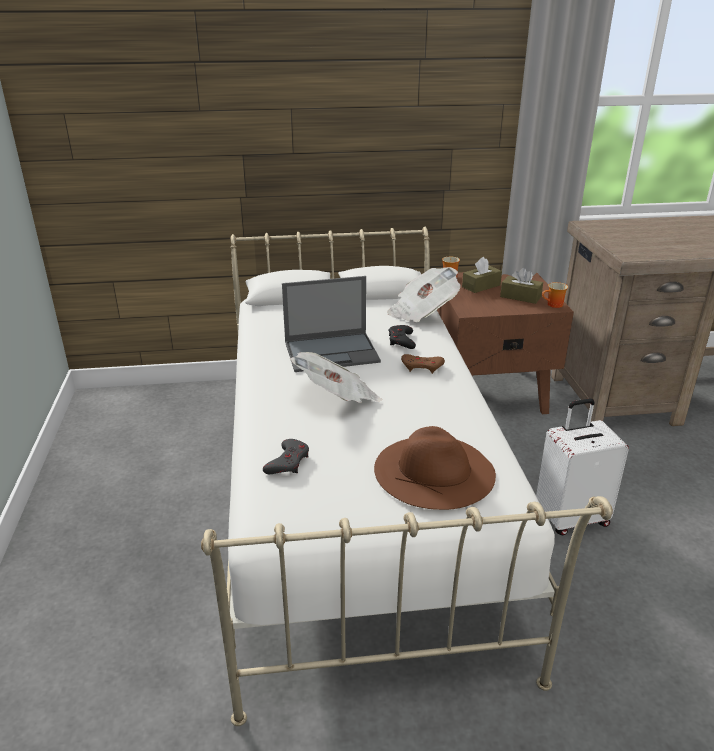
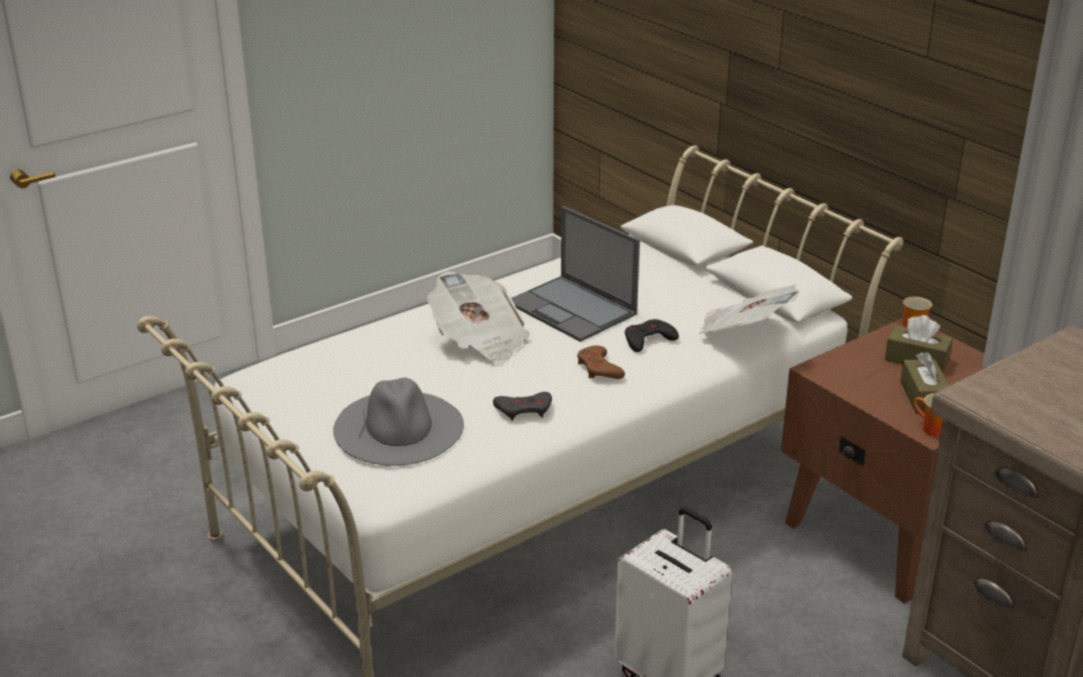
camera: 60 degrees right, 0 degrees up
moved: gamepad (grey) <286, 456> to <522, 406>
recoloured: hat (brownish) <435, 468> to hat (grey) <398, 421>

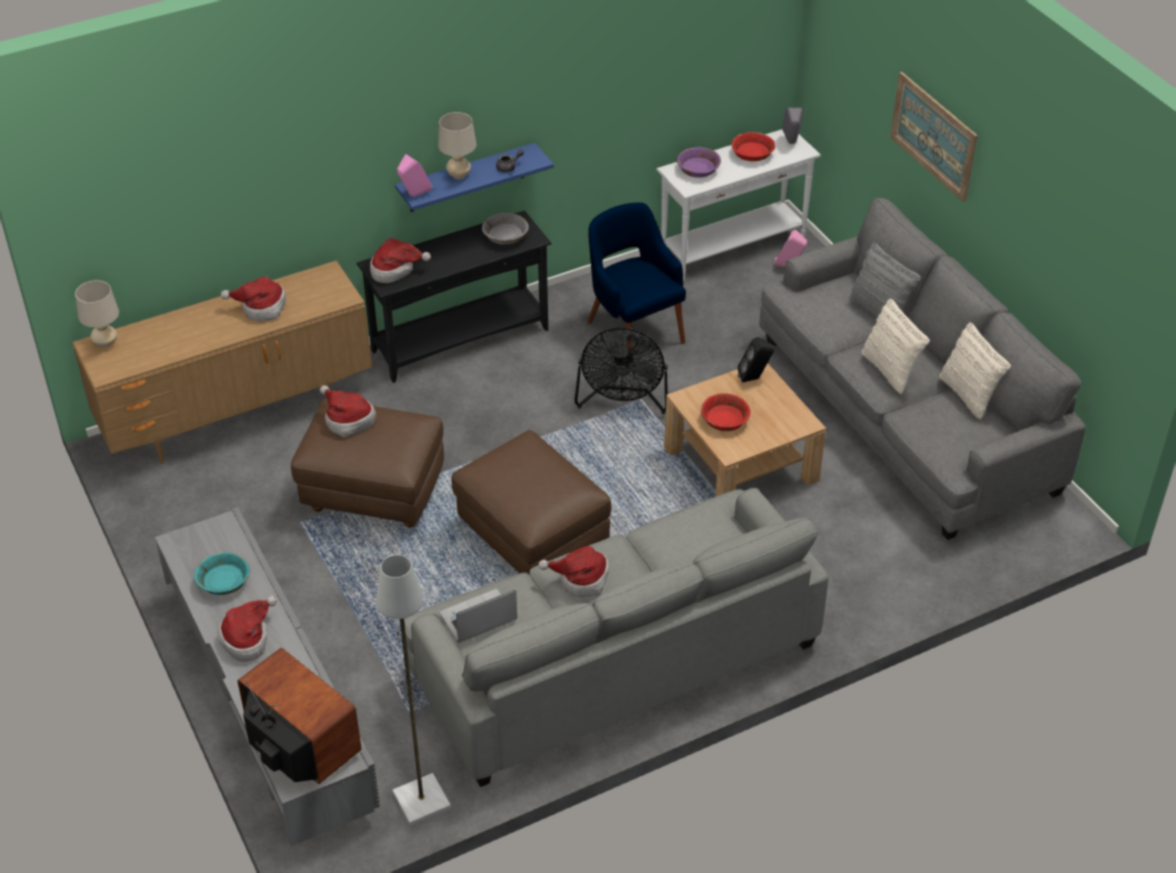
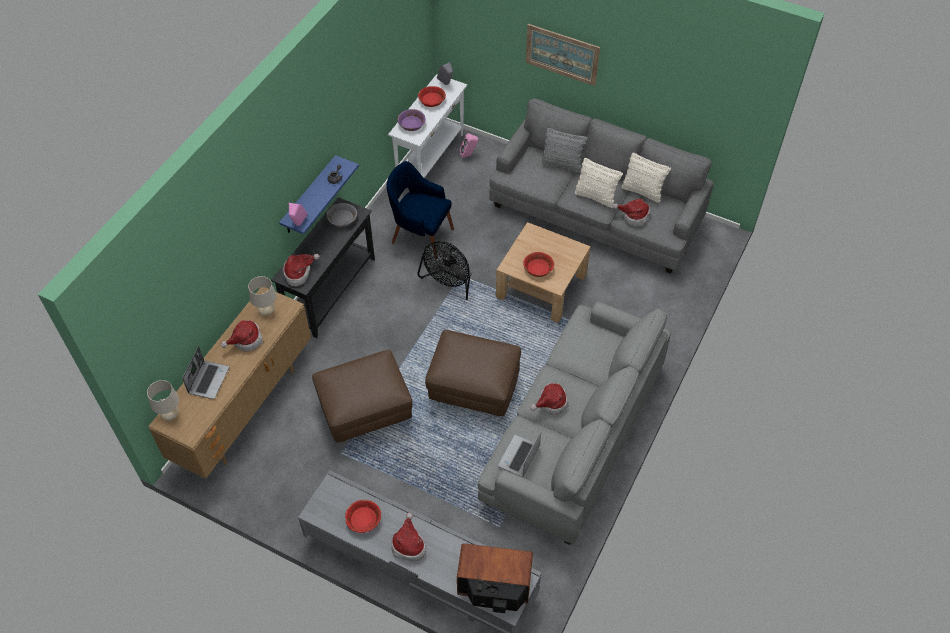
camera: 35 degrees left, 10 degrees up
removed: audio speaker (blackish) <756, 360>; standing lamp (grey) <413, 690>
added: laptop <205, 372>
moved: table lamp (beige-coloured) <457, 145> to <262, 296>; hat <348, 411> to <631, 212>
recoloured: serving bowl (blue-green) <222, 573> to serving bowl (red-coloured) <363, 516>
turned: cooling fan (blackish) <621, 370> = <444, 270> 60 degrees clockwise

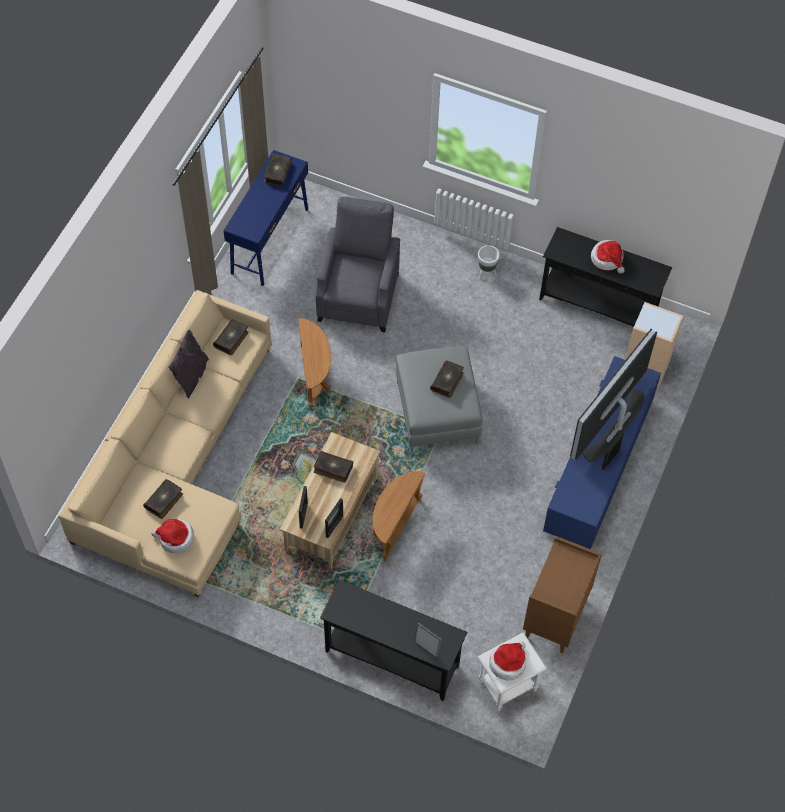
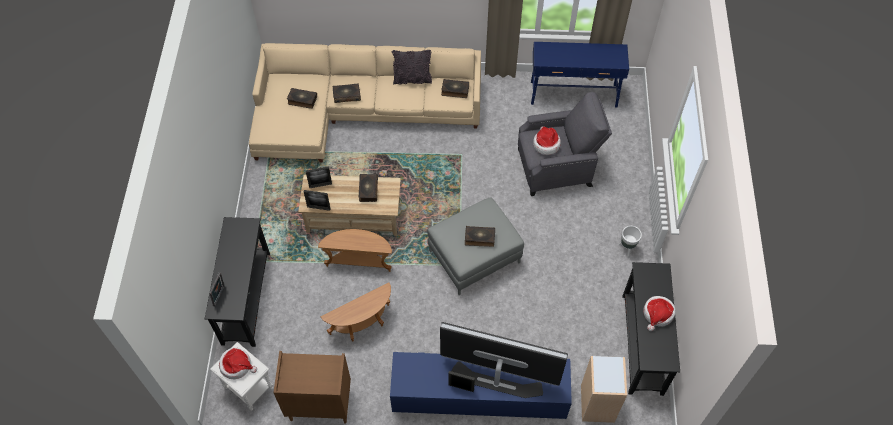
camera: 70 degrees right, 0 degrees up
moved: volume <278, 170> to <347, 93>; accent table (brownish) <314, 364> to <356, 312>; hat <172, 536> to <547, 140>

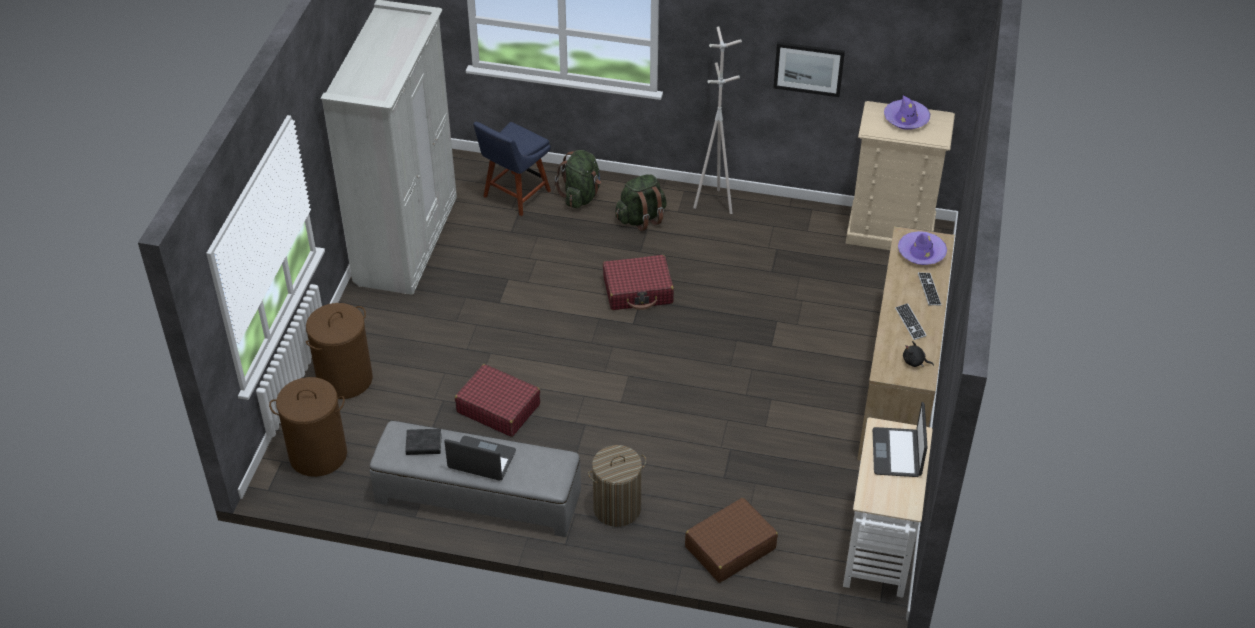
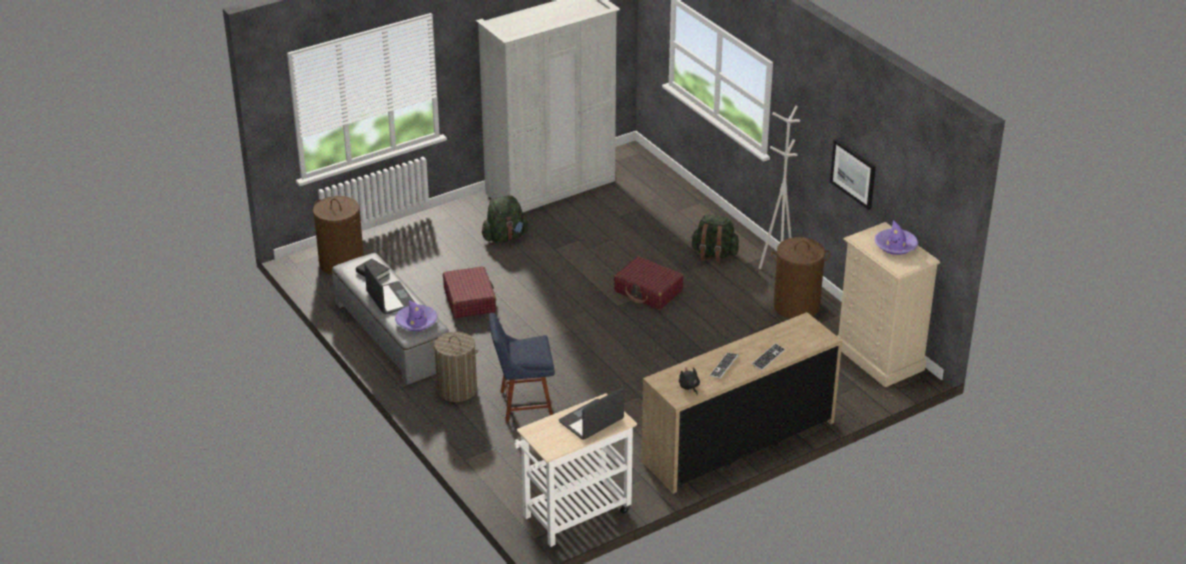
camera: 45 degrees right, 10 degrees down
removed: travel case (brownish) <731, 540>
moved: upright chair (blue-coloured) <512, 169> to <522, 368>; backpack (green-coloured) <577, 179> to <505, 219>; hat (purple-coloured) <922, 248> to <416, 316>; hamper (brownish) <339, 351> to <801, 278>

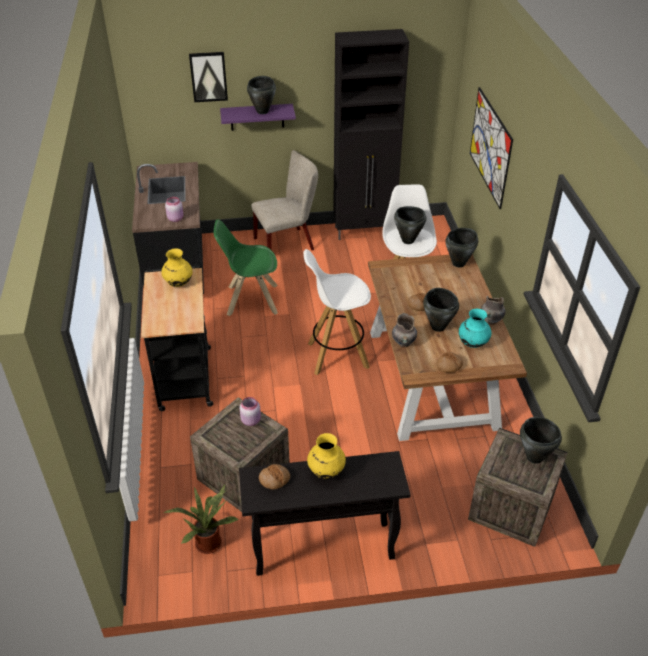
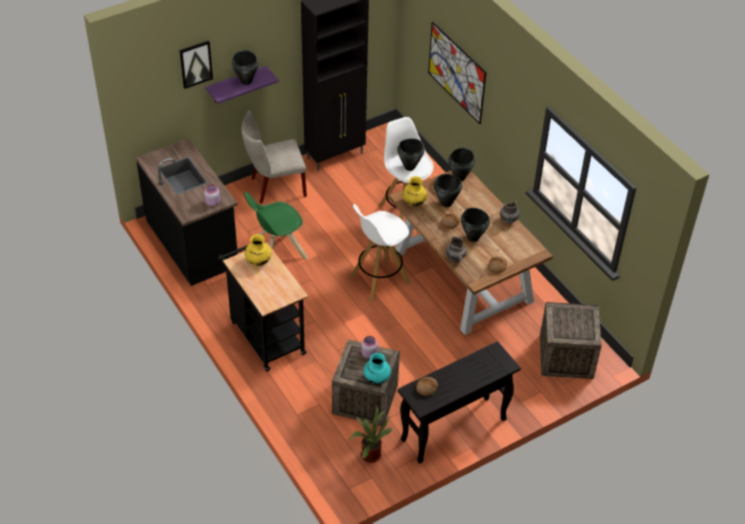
camera: 25 degrees left, 5 degrees up
moved: decorative vase (blue-green) <475, 328> to <377, 369>; saucepot (blackish) <541, 440> to <448, 190>; decorative vase (yellow-coloured) <326, 456> to <414, 191>
turned: upright chair (beige-coloured) <284, 200> = <274, 156> 150 degrees counterclockwise

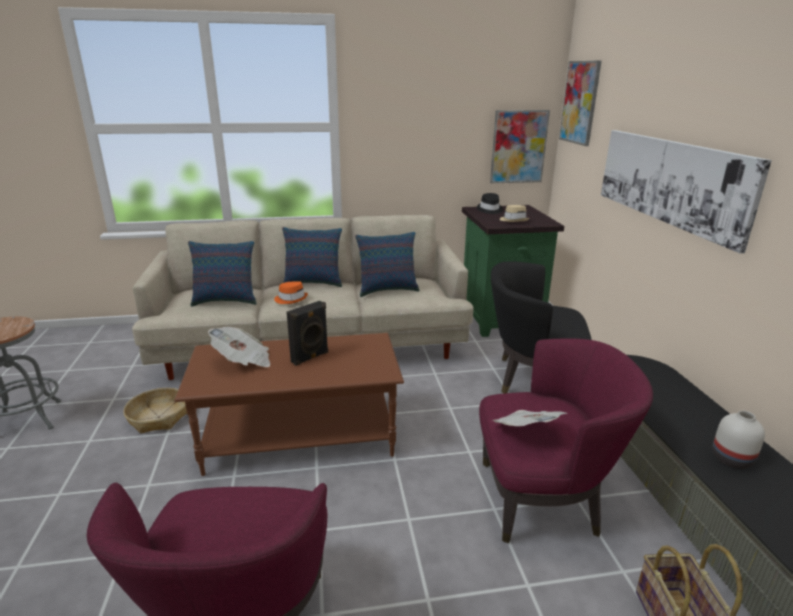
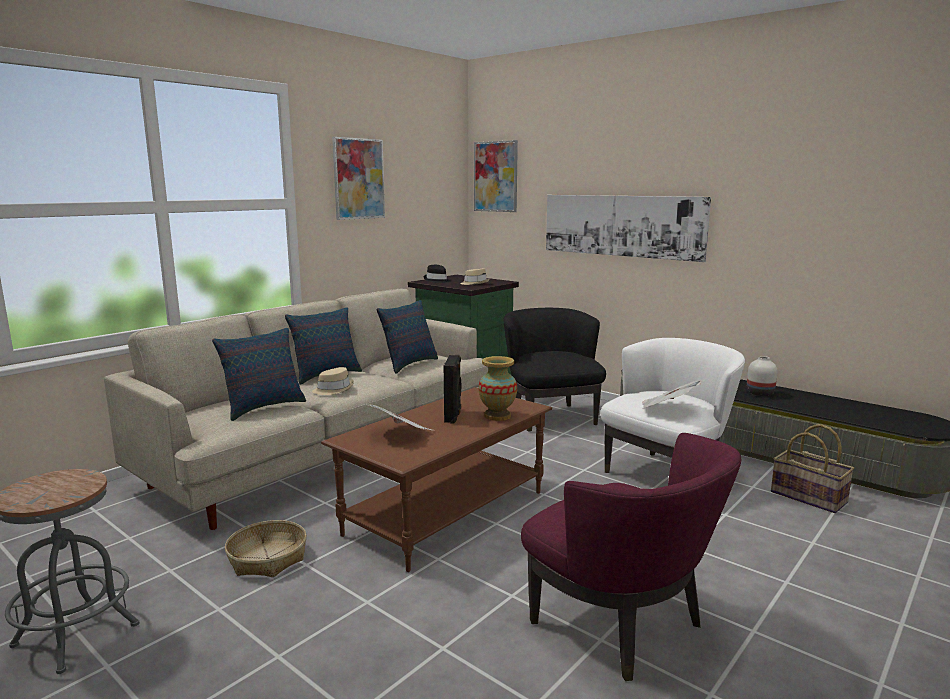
camera: 40 degrees left, 10 degrees down
added: decorative vase <498, 388>
moved: wall art <520, 146> to <358, 178>
recoloured: hat (orangey) <291, 292> to hat (beige-coloured) <333, 381>; lounge chair (purple-coloured) <566, 441> to lounge chair (white-coloured) <673, 405>
turned: lounge chair (blackish) <541, 327> = <554, 370> 105 degrees clockwise

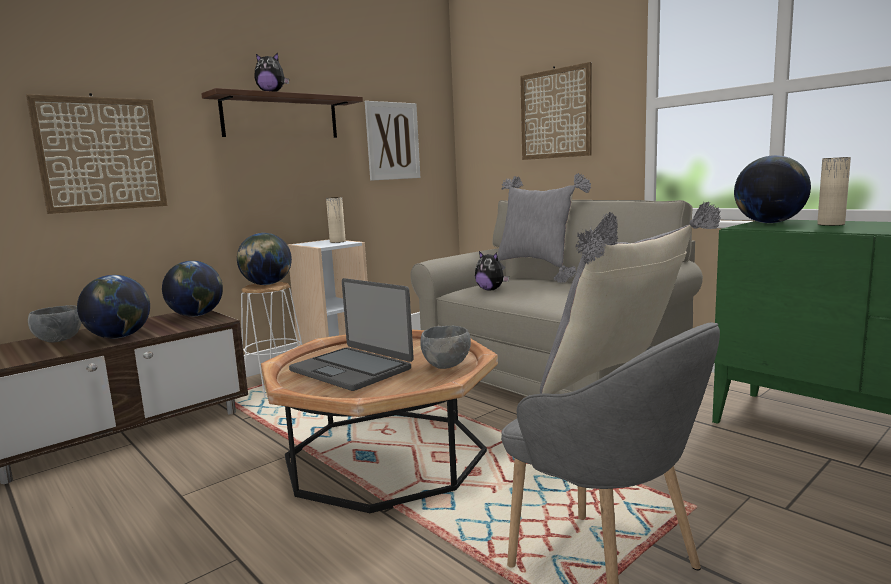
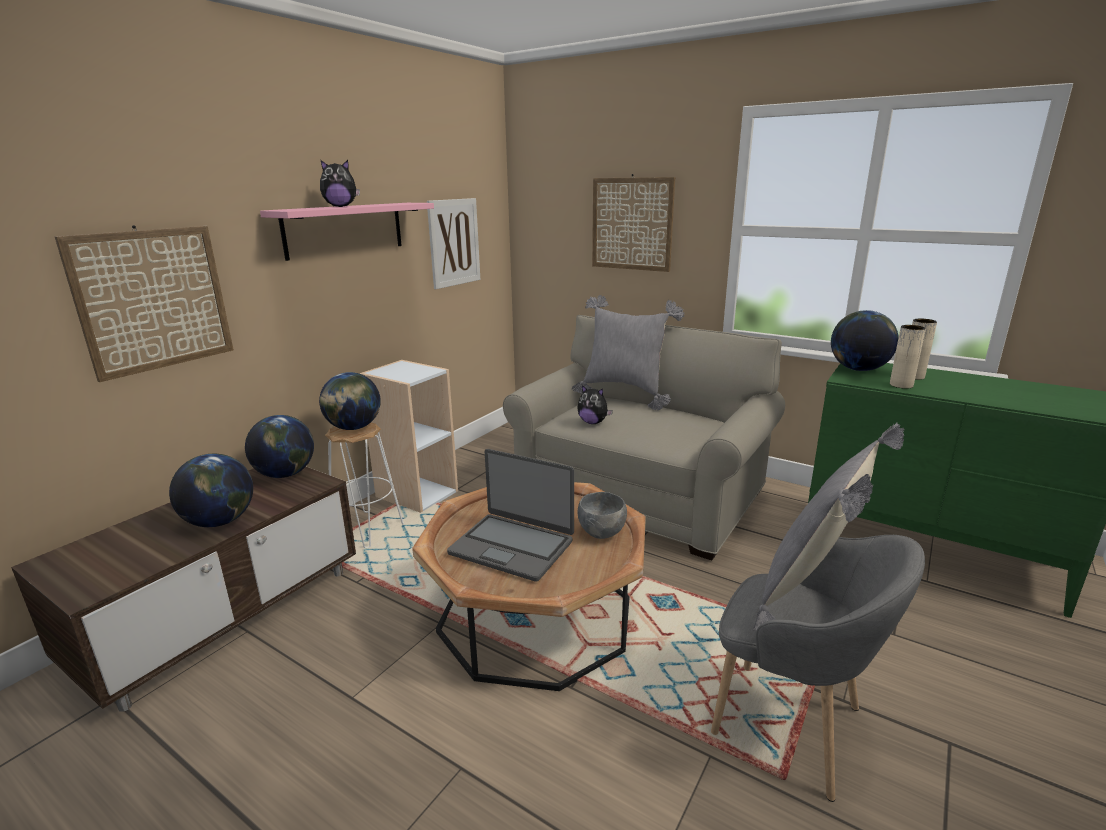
camera: 15 degrees left, 10 degrees up
removed: serving bowl (grey) <55, 324>
moved: decorative vase (beige-coloured) <336, 220> to <908, 357>
recoloured: bracket shelf (brownish) <282, 113> to bracket shelf (pinkish) <347, 232>

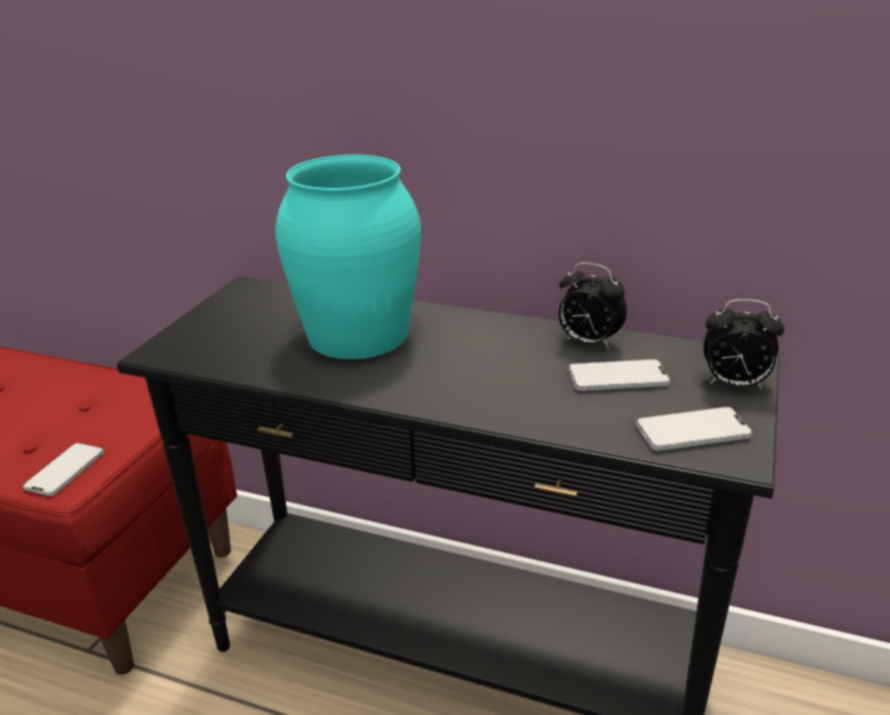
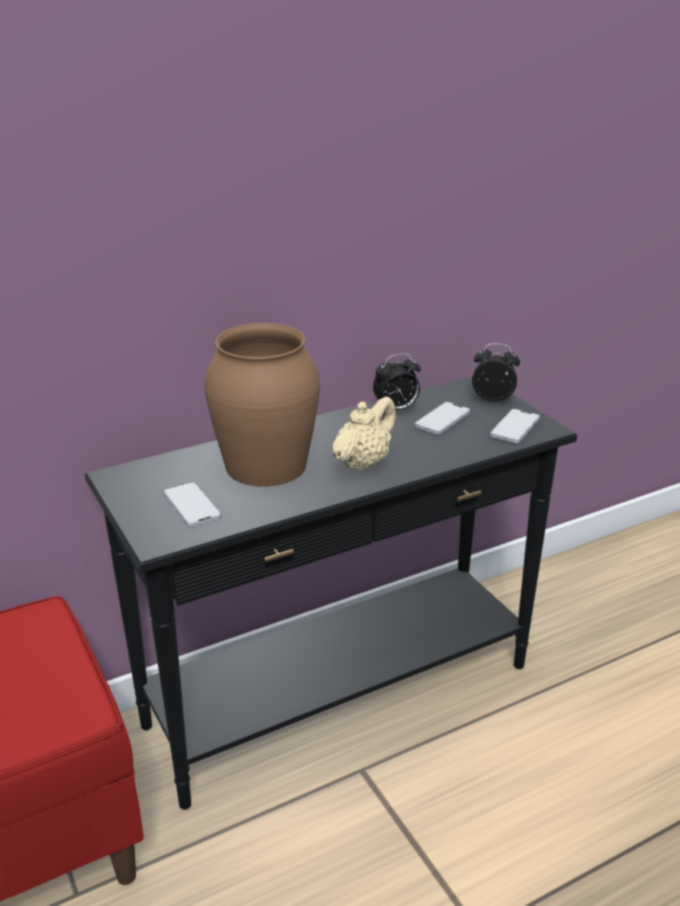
camera: 50 degrees left, 0 degrees up
added: tea pot (beige-coloured) <364, 433>
moved: telephone <63, 469> to <192, 504>
recoloured: decorative vase (blue-green) <348, 257> to decorative vase (brownish) <262, 405>
turned: alarm clock <744, 344> = <496, 372> 135 degrees counterclockwise

